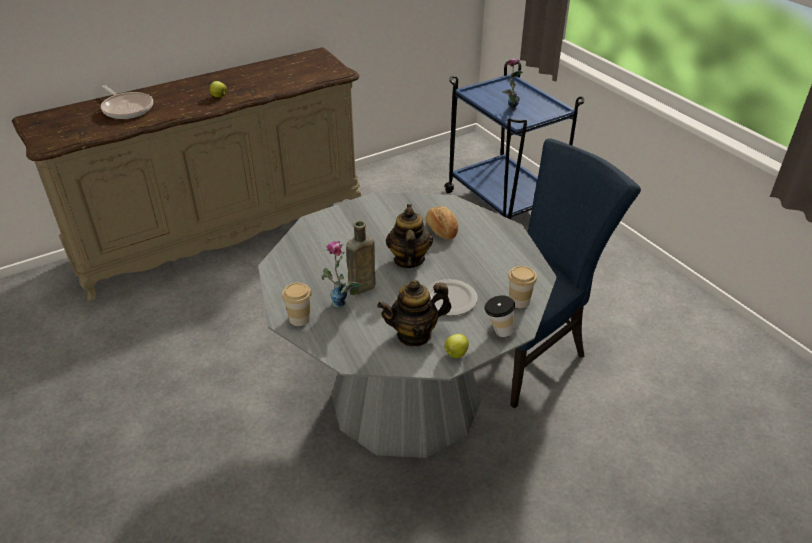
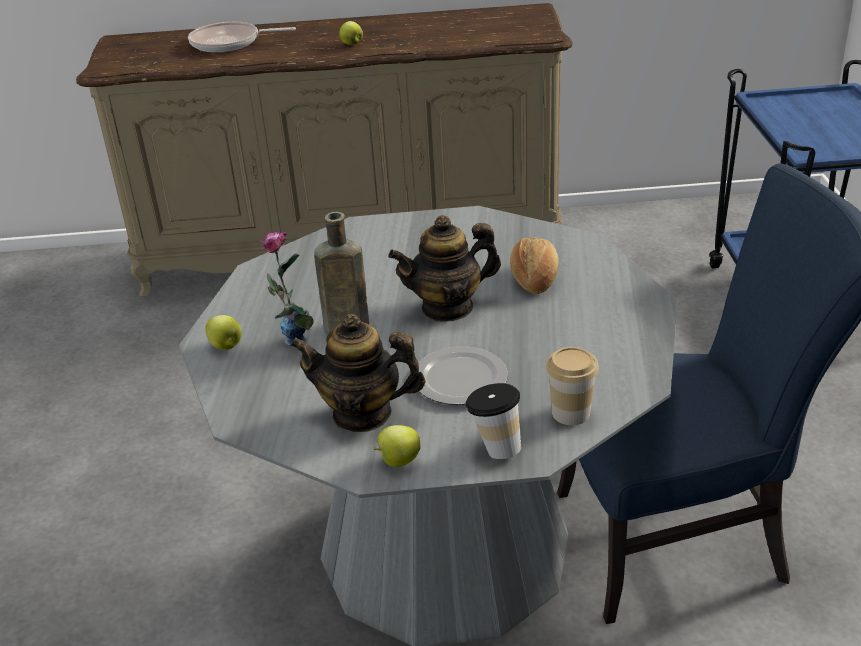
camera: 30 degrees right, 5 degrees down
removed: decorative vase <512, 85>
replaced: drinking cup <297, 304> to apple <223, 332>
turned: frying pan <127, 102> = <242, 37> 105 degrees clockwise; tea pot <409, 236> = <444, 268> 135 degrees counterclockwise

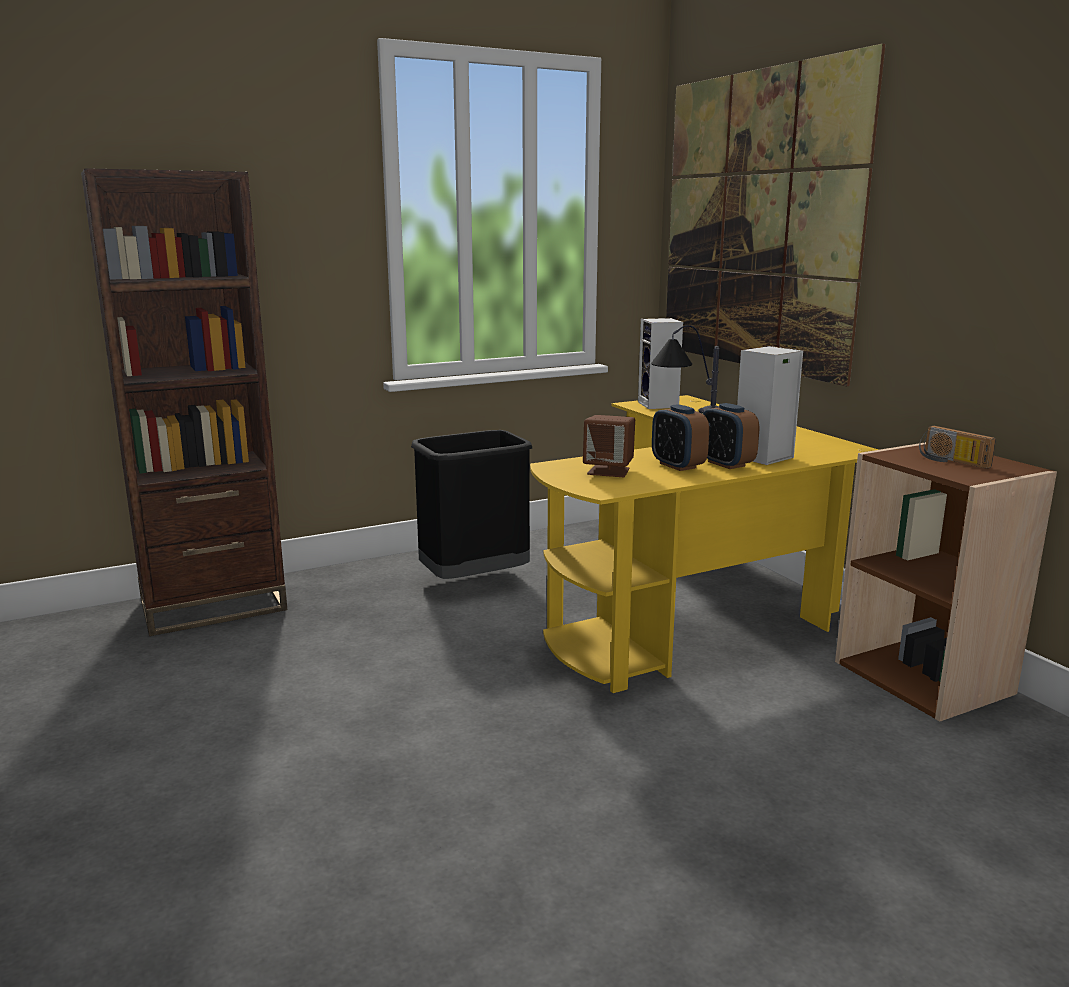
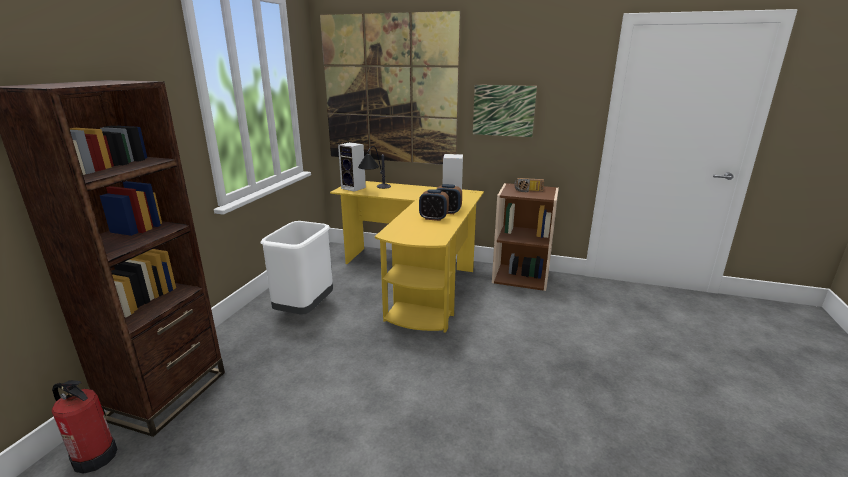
camera: 45 degrees left, 5 degrees up
removed: audio speaker (brownish) <609, 446>
added: wall art <505, 111>; fire extinguisher <84, 427>
recoloured: waste bin (blackish) <471, 504> to waste bin (white-coloured) <296, 267>

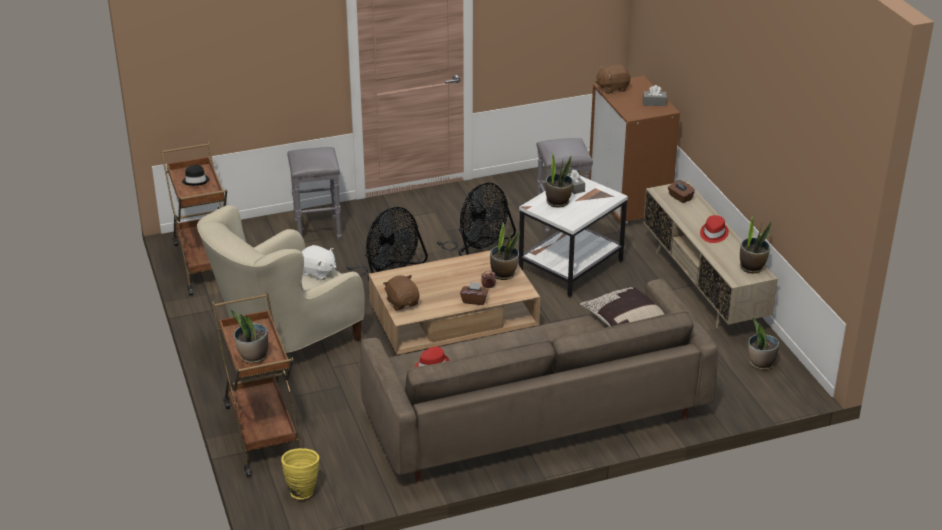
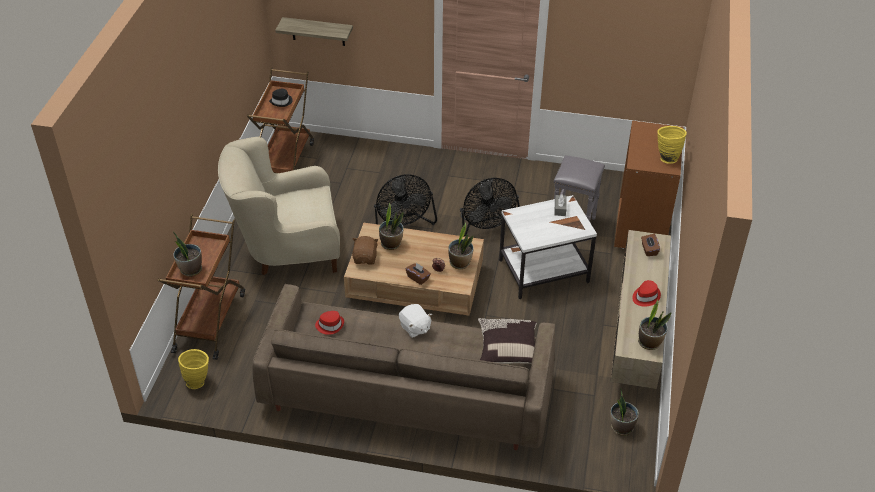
camera: 30 degrees right, 10 degrees up
removed: soft toy (brownish) <613, 79>; stool (grey) <314, 193>
added: bracket shelf <314, 31>
moved: houseplant <559, 180> to <391, 226>; soft toy (white-coloured) <319, 262> to <415, 321>
replaced: tissue box (grey) <655, 95> to decorative vase (yellow-coloured) <672, 145>

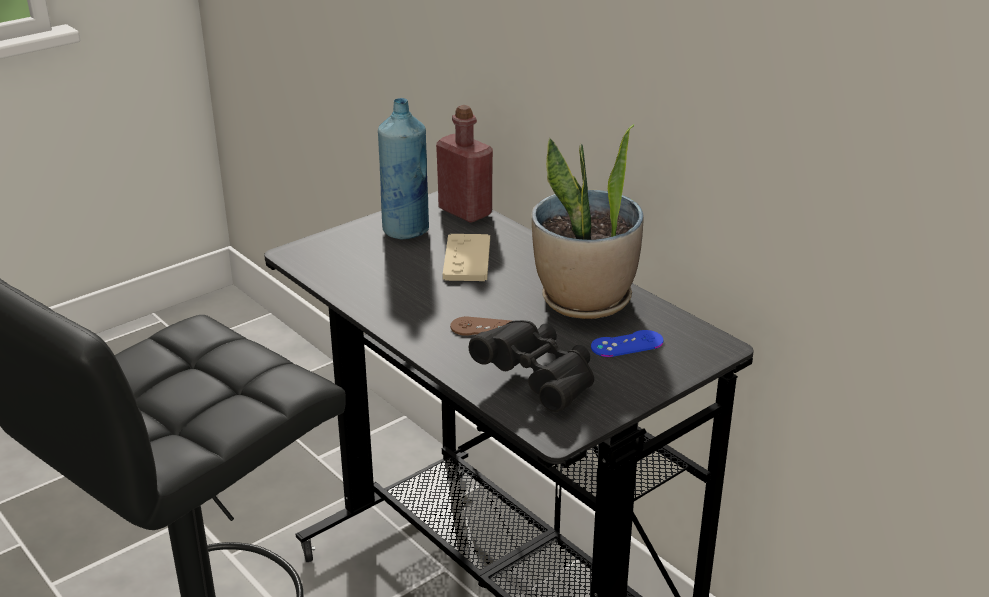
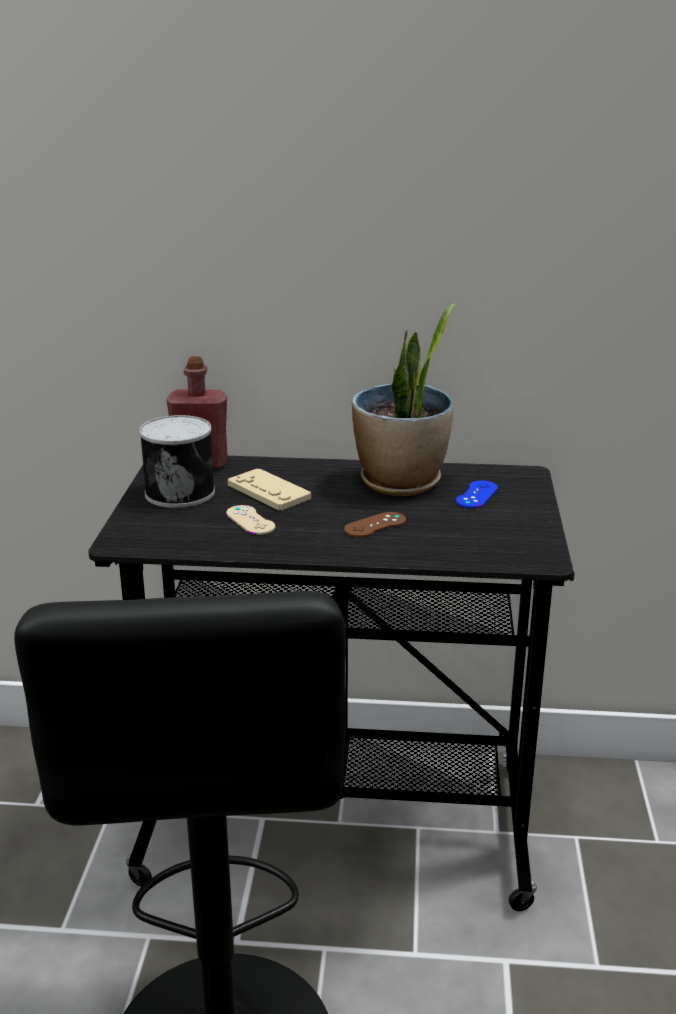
camera: 45 degrees left, 5 degrees down
removed: pair of binoculars (blackish) <531, 366>
added: gamepad (beige-coloured) <250, 520>
replaced: bottle (blue-coloured) <403, 168> to metal can <177, 461>

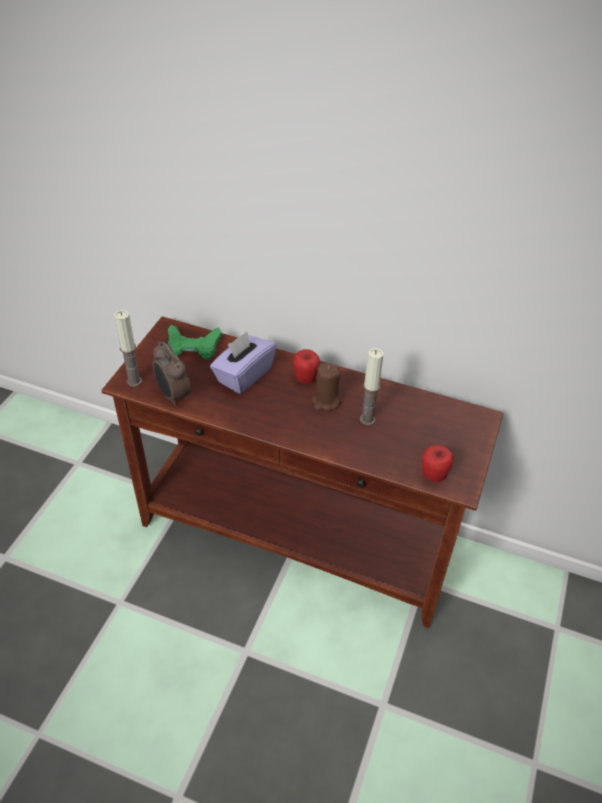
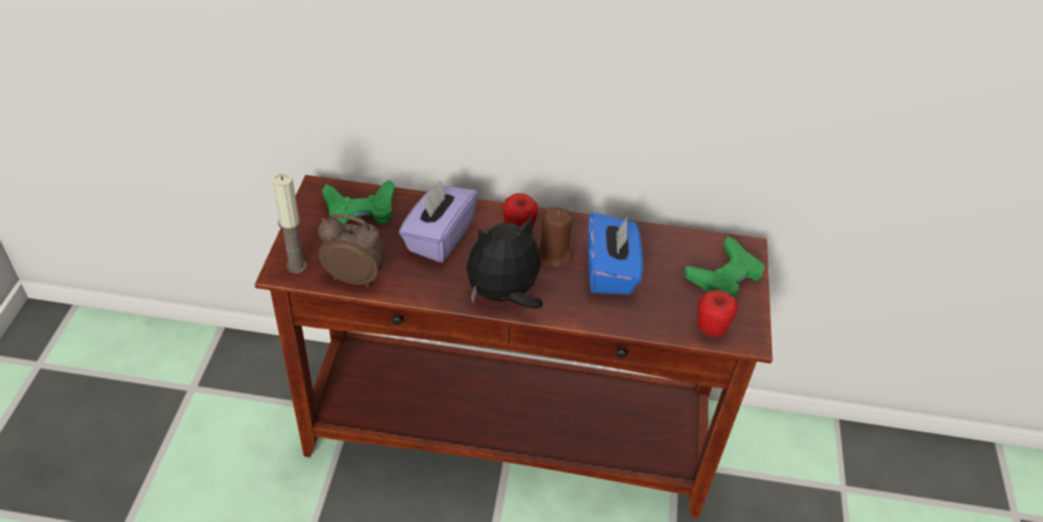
camera: 15 degrees left, 0 degrees up
added: soft toy <504, 262>; gamepad (green-coloured) <724, 266>
replaced: wax candle <372, 386> to tissue box (blue-coloured) <615, 253>
turned: alarm clock <172, 373> = <351, 250> 150 degrees clockwise

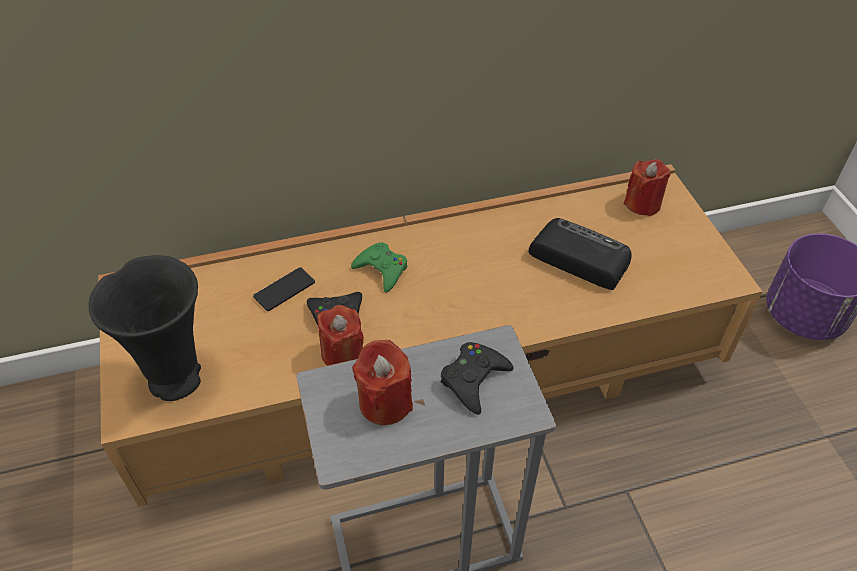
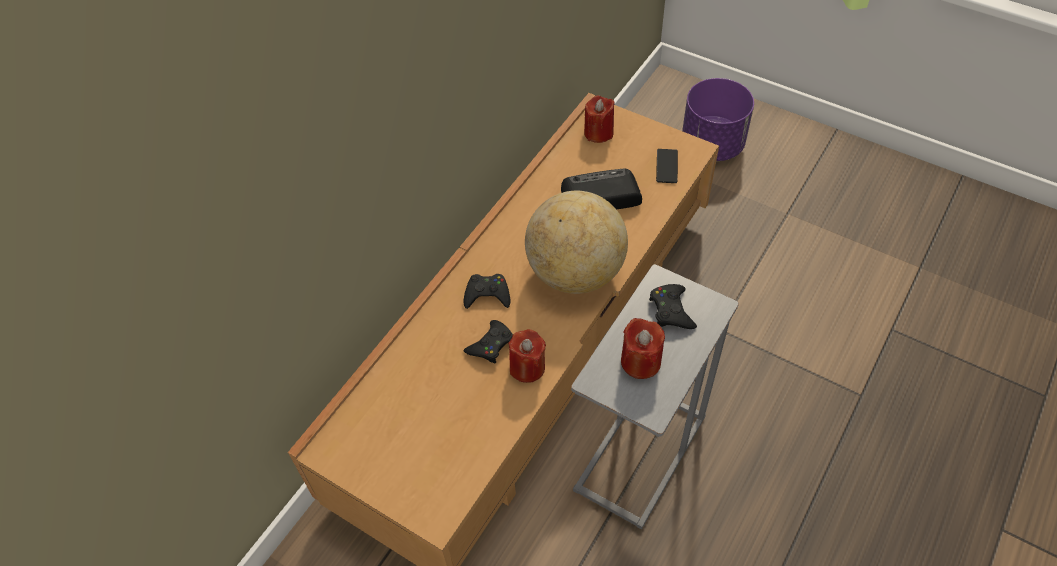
camera: 40 degrees left, 5 degrees up
removed: decorative vase (blackish) <145, 328>
added: desk globe <576, 242>
moved: telephone <284, 289> to <667, 166>
recoloured: gamepad (green-coloured) <379, 267> to gamepad (blackish) <487, 291>

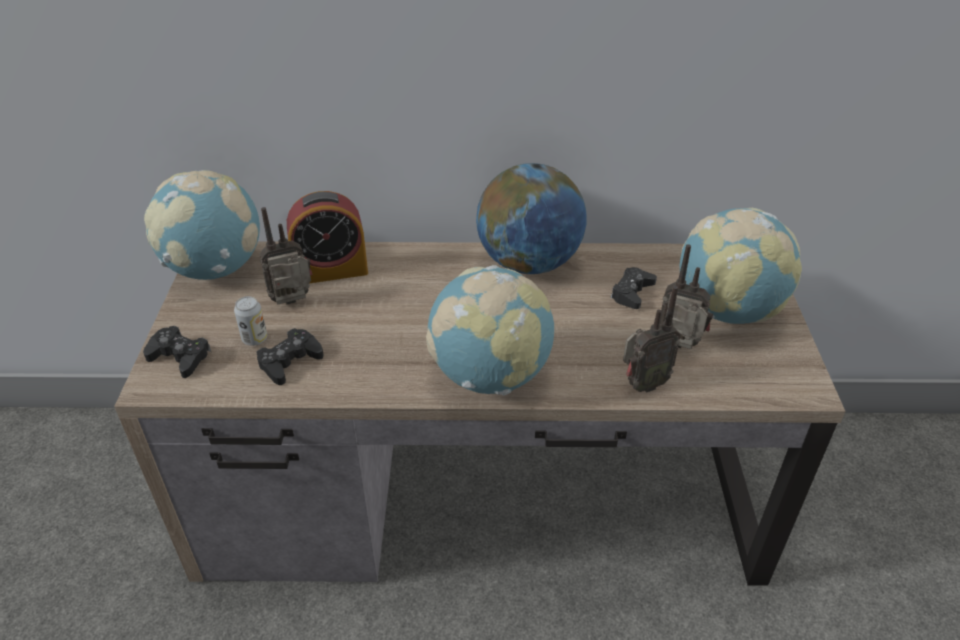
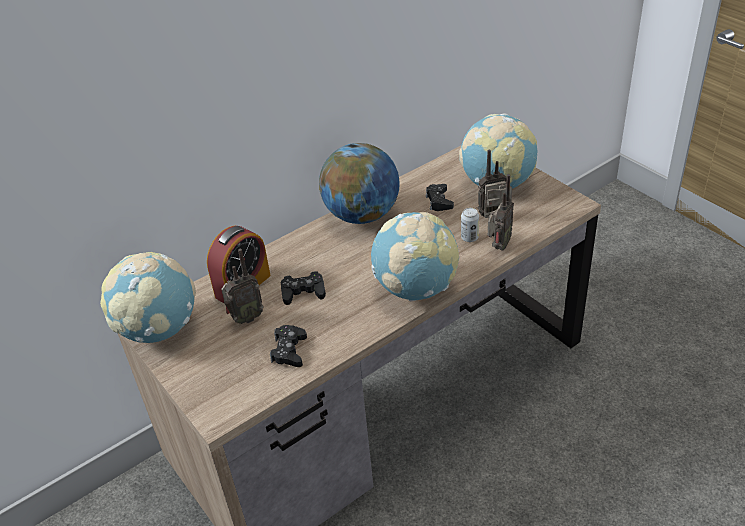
camera: 35 degrees left, 0 degrees up
moved: metal can <250, 321> to <470, 225>; gamepad (blackish) <177, 352> to <303, 288>
turned: radio set <286, 256> = <242, 286> 150 degrees counterclockwise

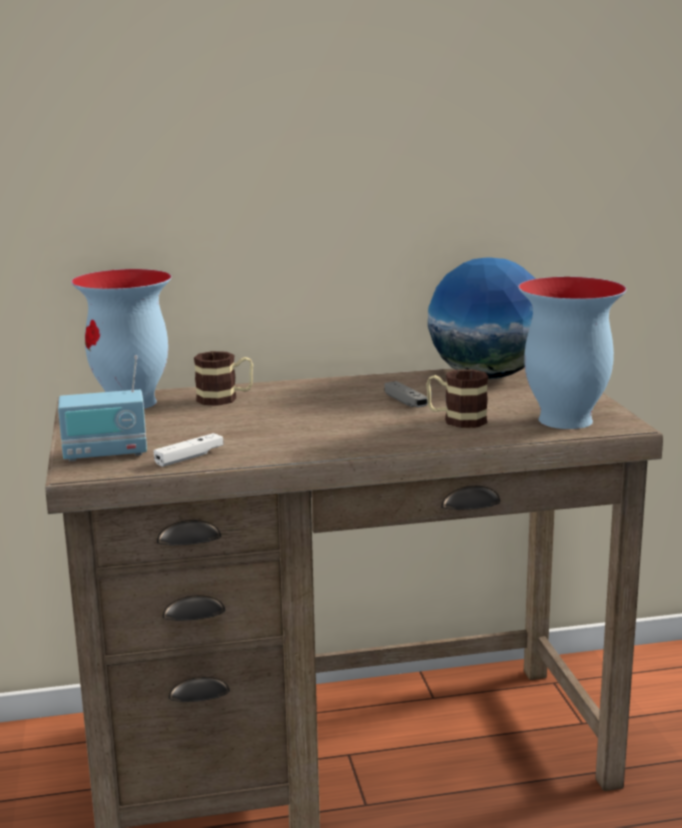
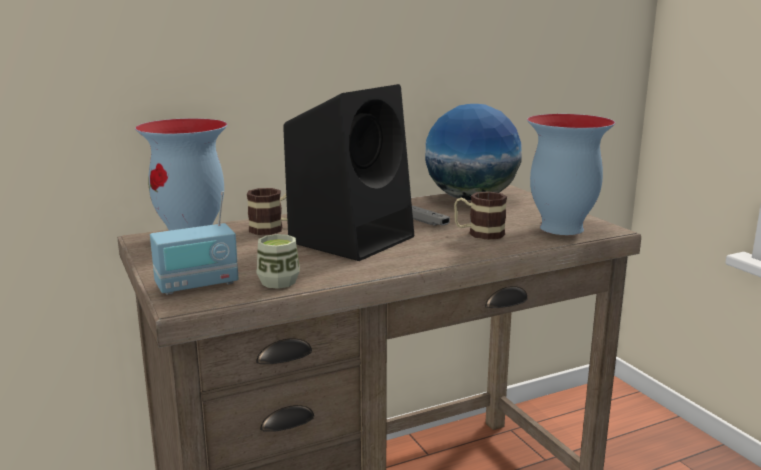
camera: 15 degrees left, 0 degrees up
added: audio speaker (blackish) <348, 172>
replaced: gamepad (white-coloured) <189, 450> to drinking cup <278, 261>

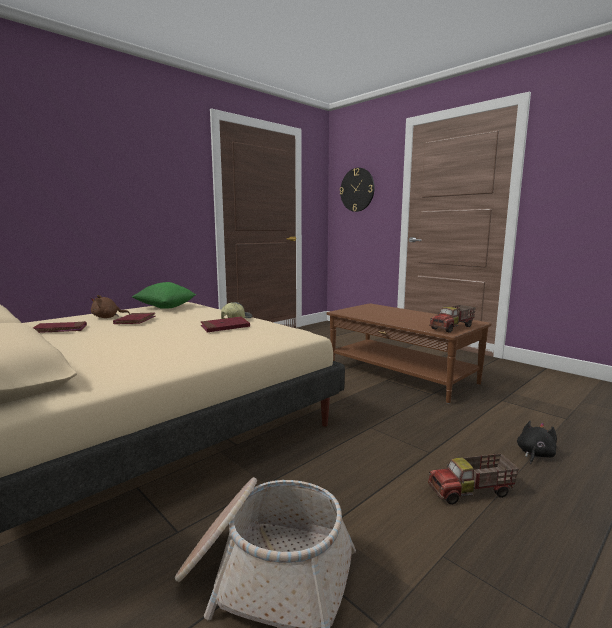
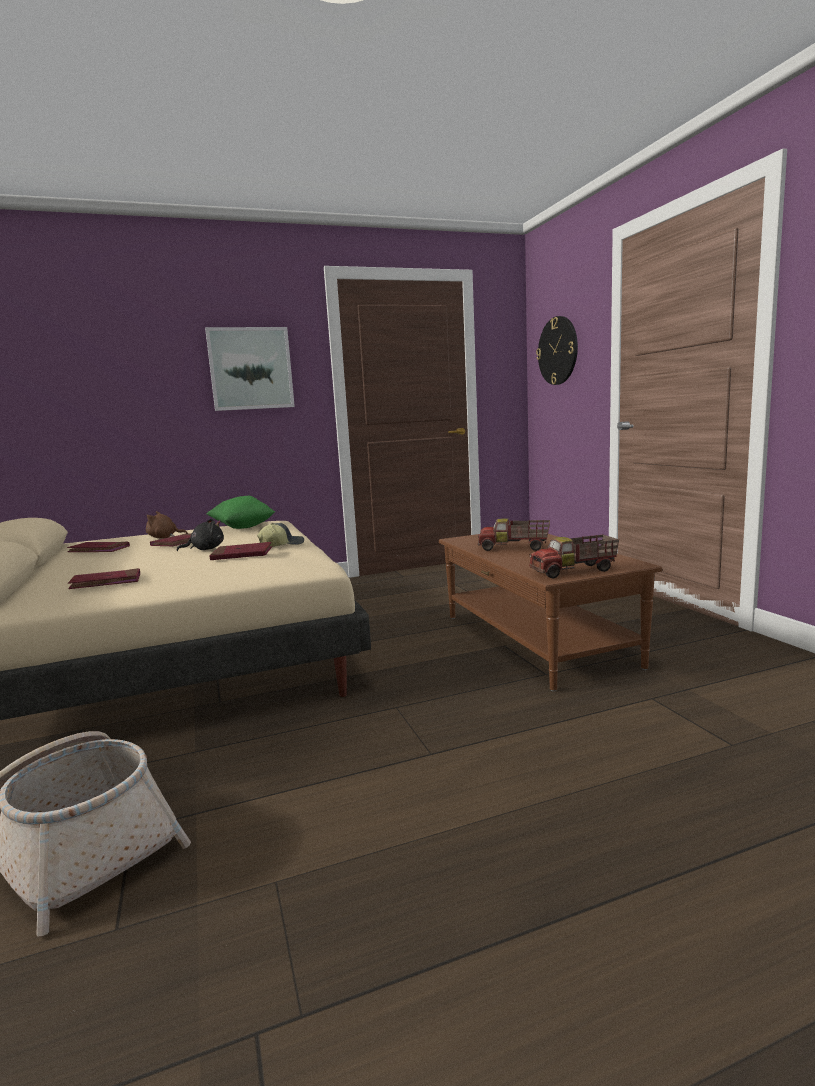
camera: 25 degrees right, 0 degrees up
added: wall art <250, 369>; volume (red-coloured) <104, 578>
moved: soft toy (blackish) <537, 442> to <200, 535>; toy lorry <473, 479> to <514, 535>

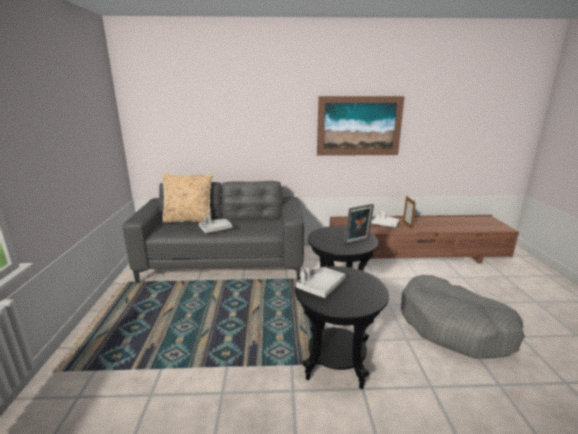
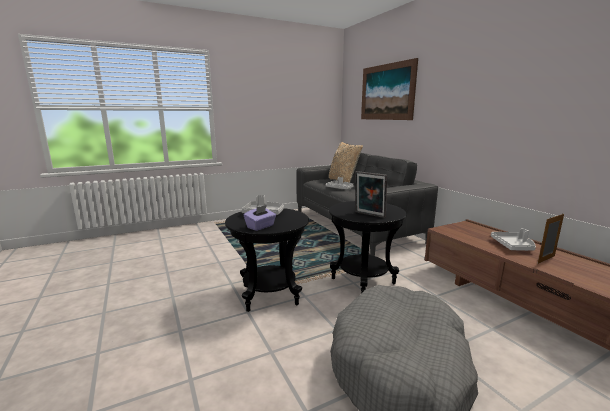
camera: 65 degrees right, 5 degrees down
added: tissue box (purple-coloured) <260, 218>
moved: wall art <361, 126> to <389, 89>

